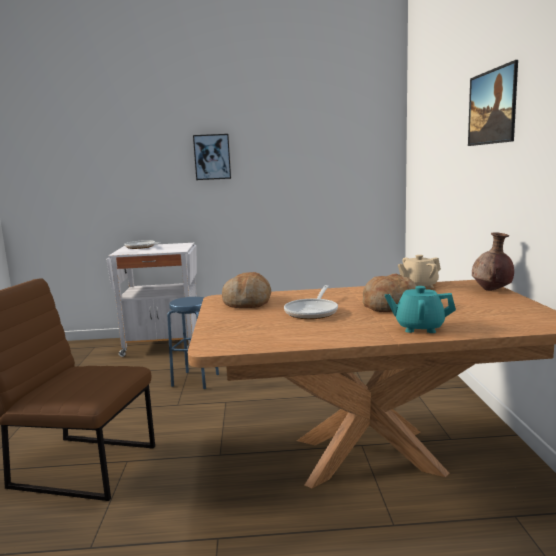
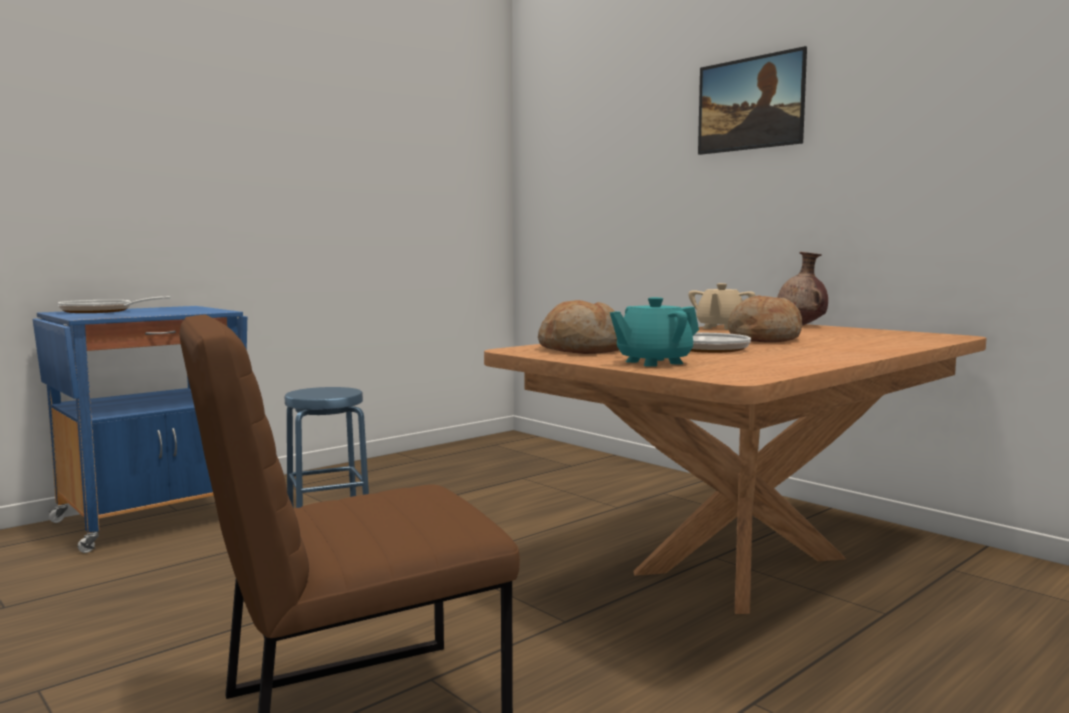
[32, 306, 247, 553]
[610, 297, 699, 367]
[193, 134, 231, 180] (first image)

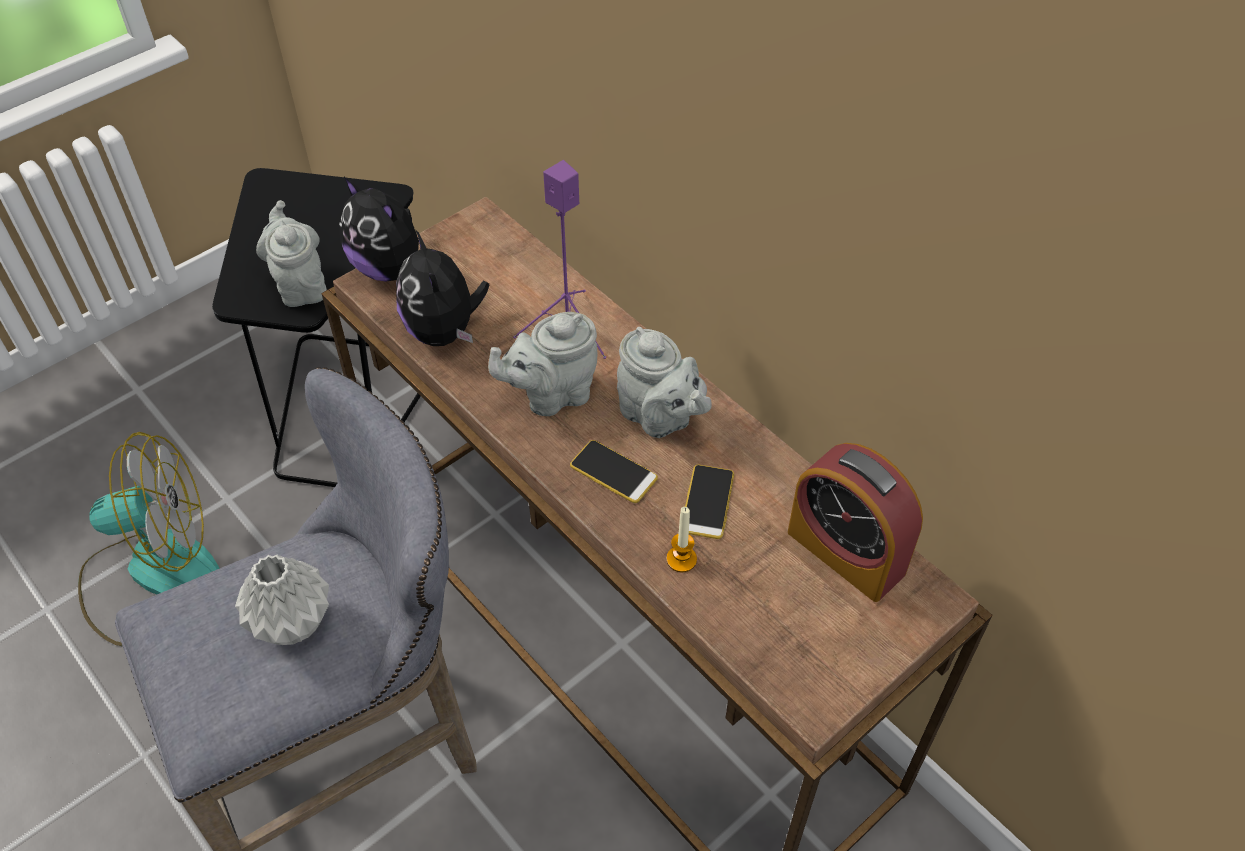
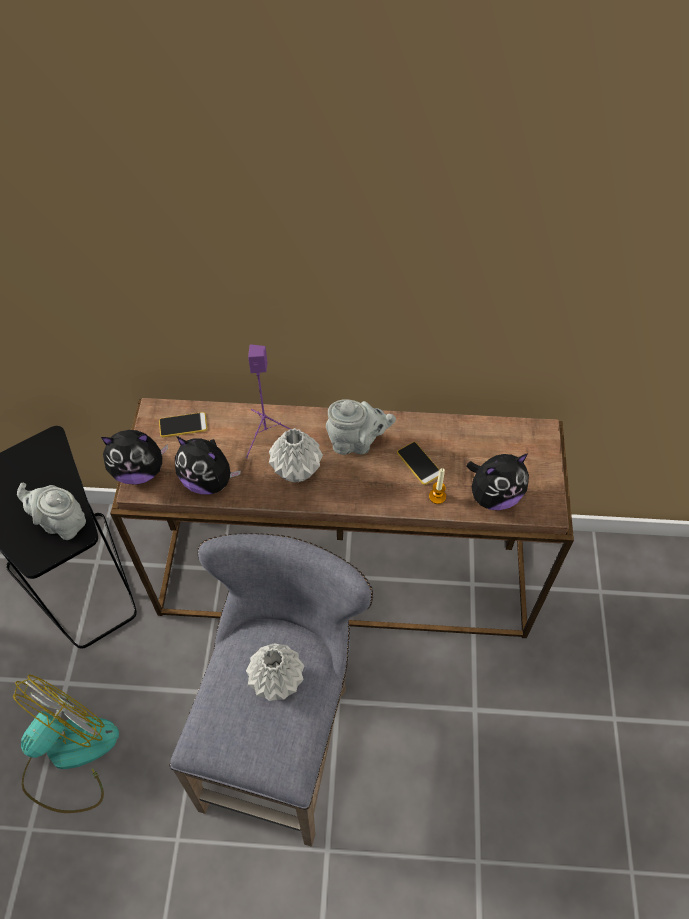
[159, 412, 207, 437]
[269, 428, 323, 483]
[467, 453, 529, 510]
[788, 443, 923, 602] (first image)

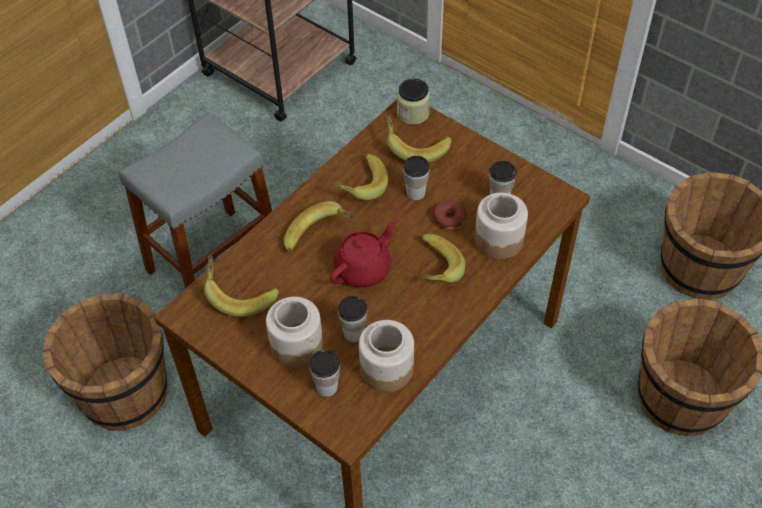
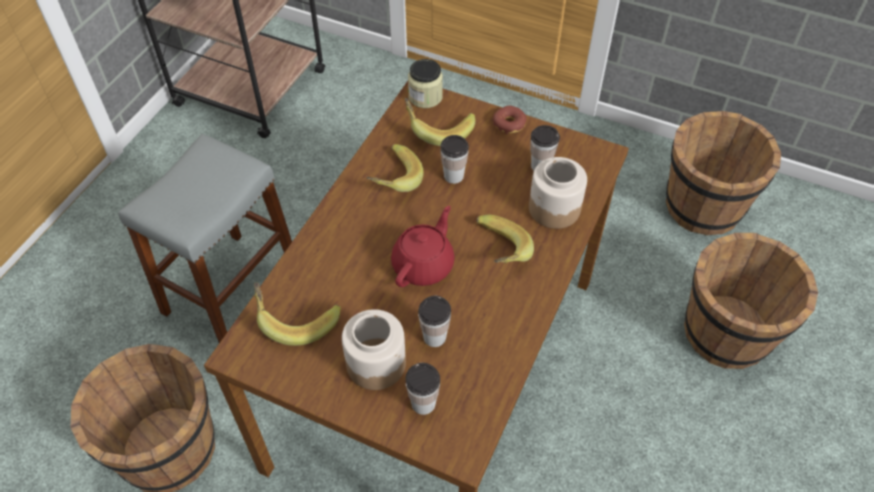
[493, 106, 526, 134]
[284, 201, 354, 252] (first image)
[359, 320, 414, 392] (first image)

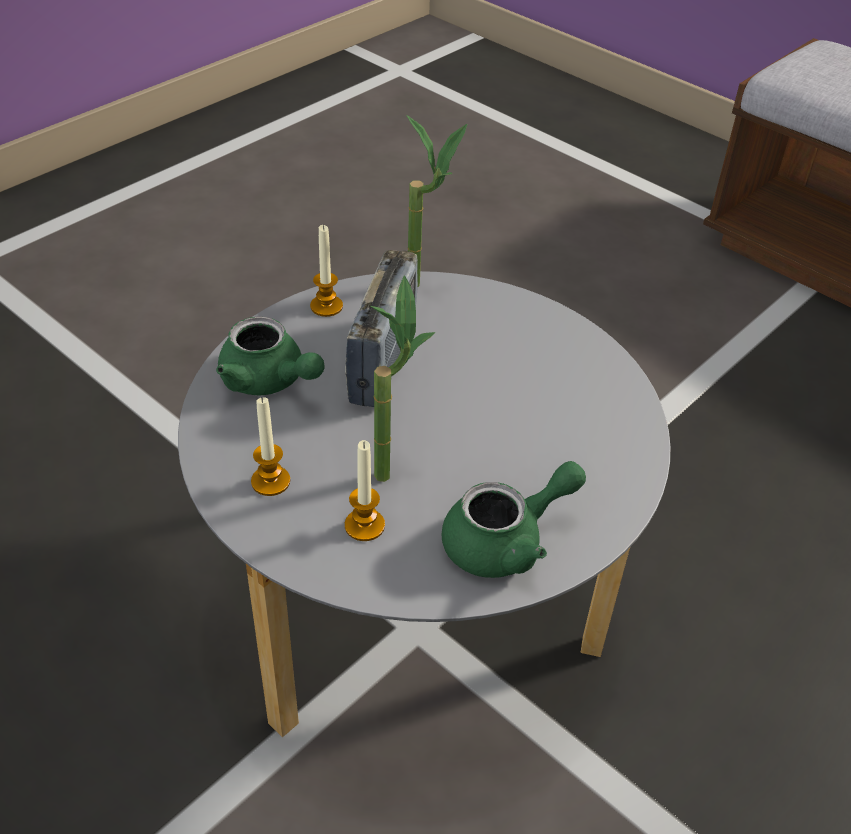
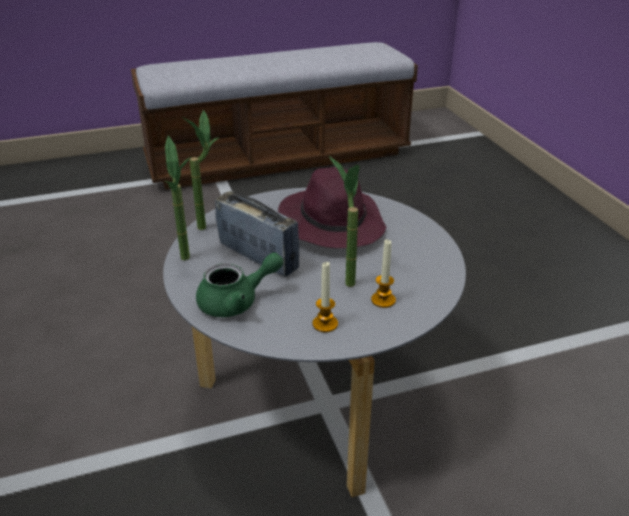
[165, 135, 192, 260]
[278, 167, 386, 248]
[442, 461, 586, 578] (first image)

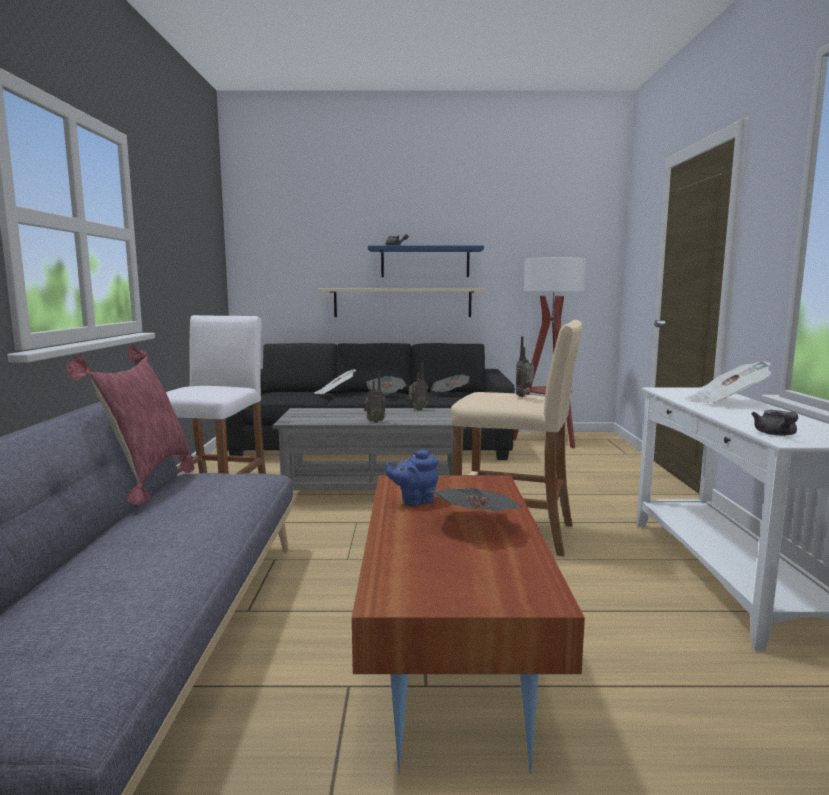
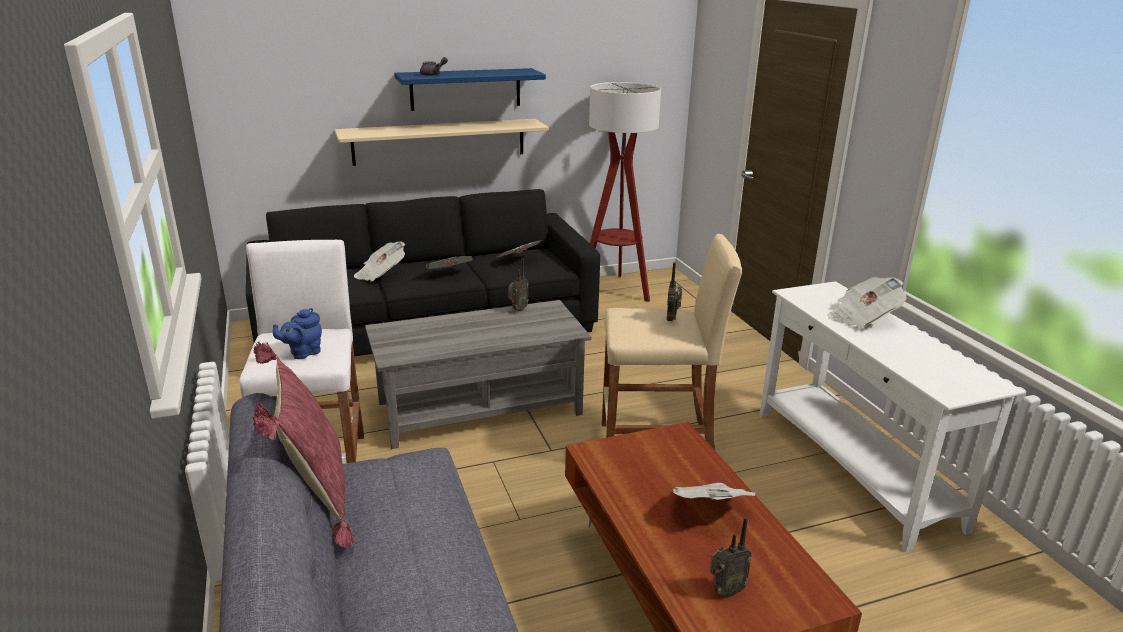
[273, 308, 322, 359]
[710, 516, 752, 597]
[751, 410, 798, 436] (first image)

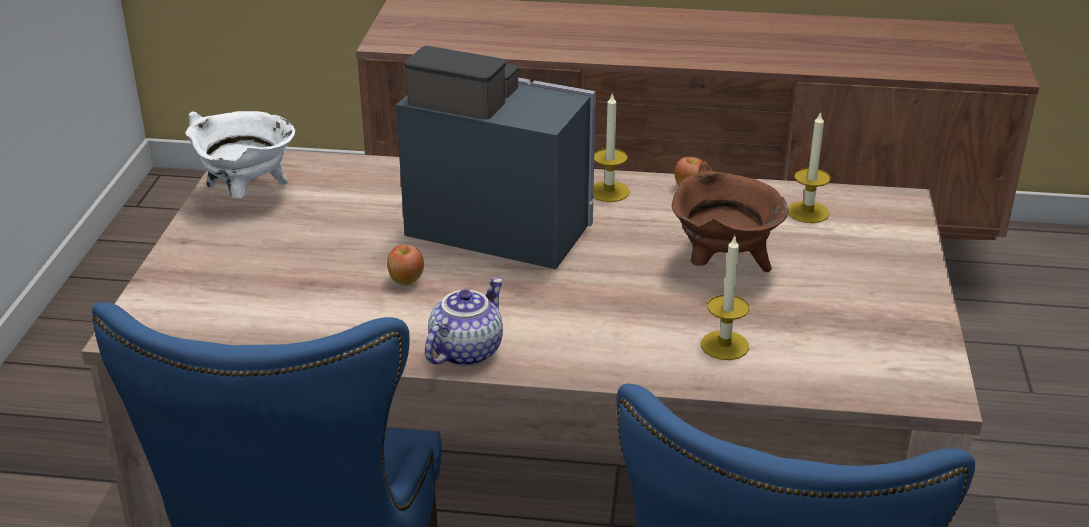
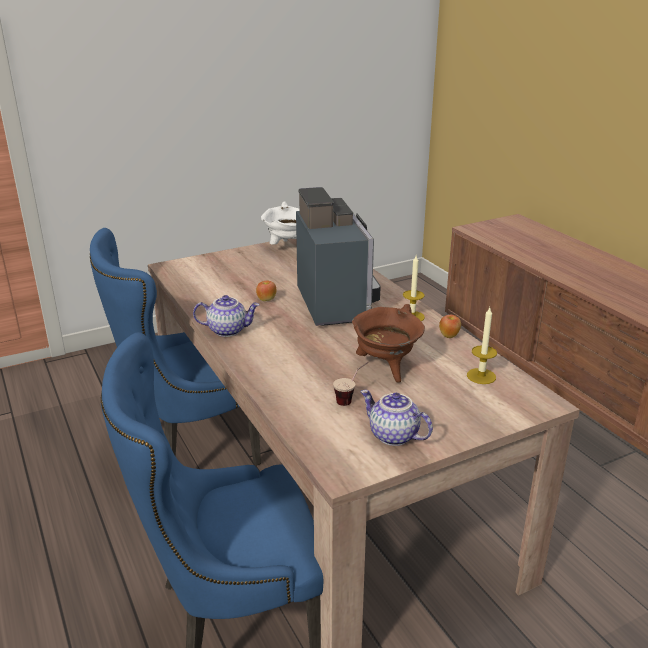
[333, 362, 368, 406]
[360, 390, 433, 446]
[701, 234, 749, 360] (first image)

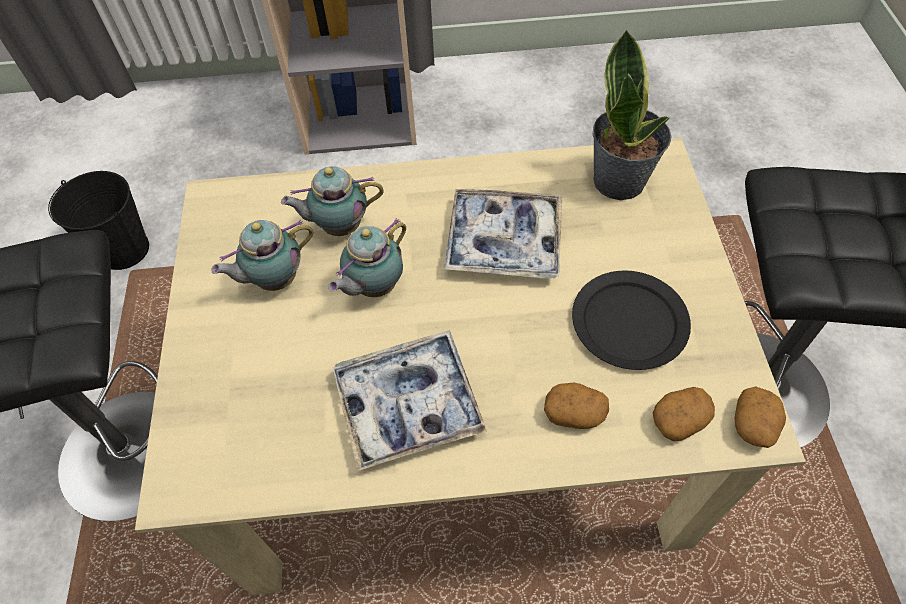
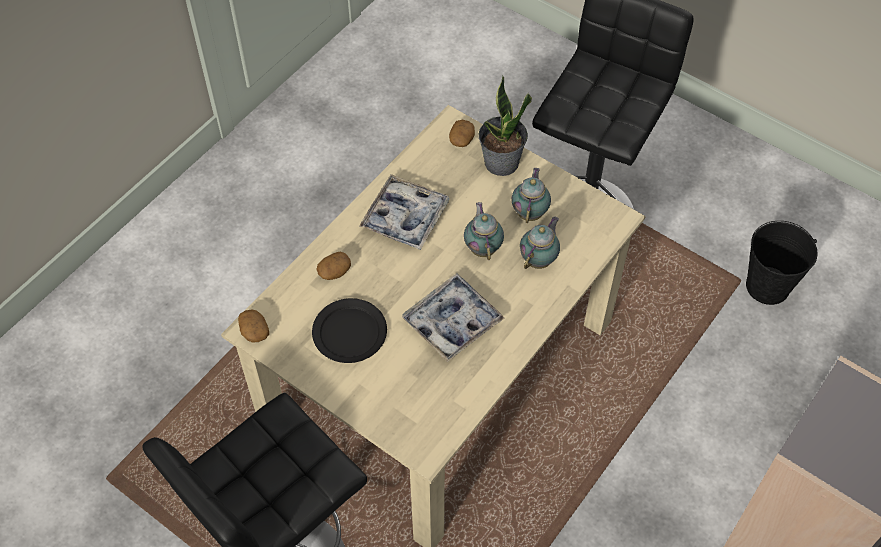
[449, 120, 475, 147]
[479, 76, 532, 176]

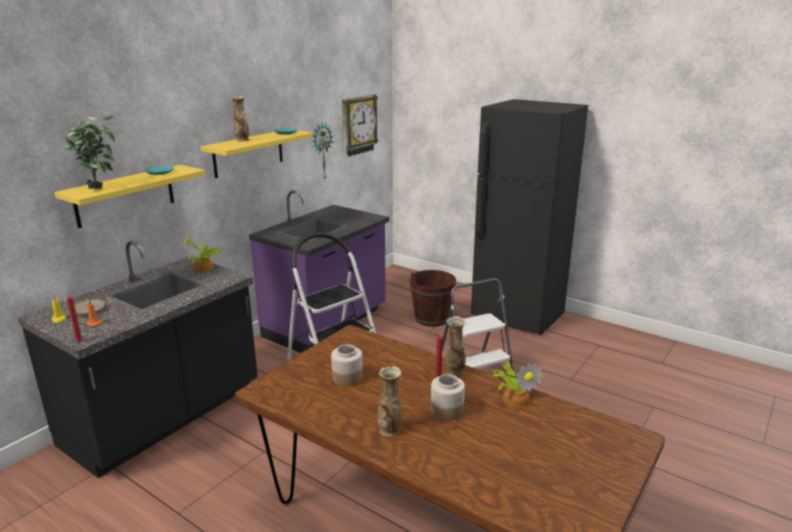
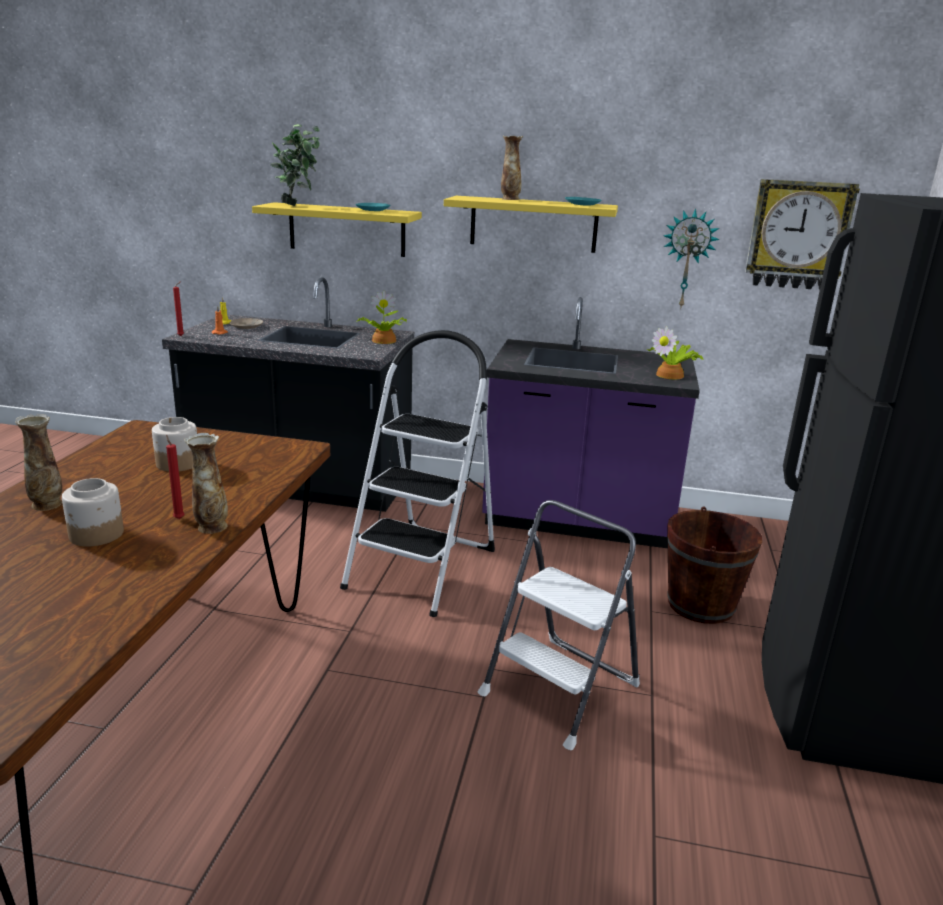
[647, 326, 704, 379]

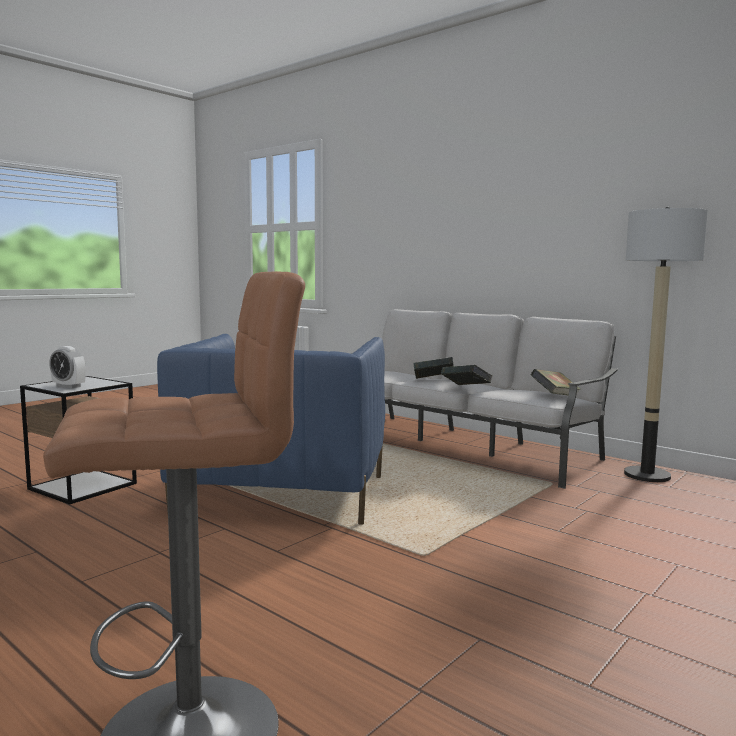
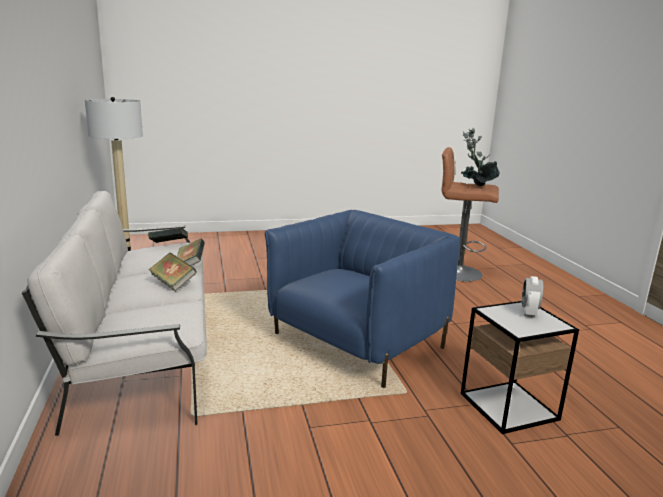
[461, 128, 500, 186]
[522, 276, 543, 318]

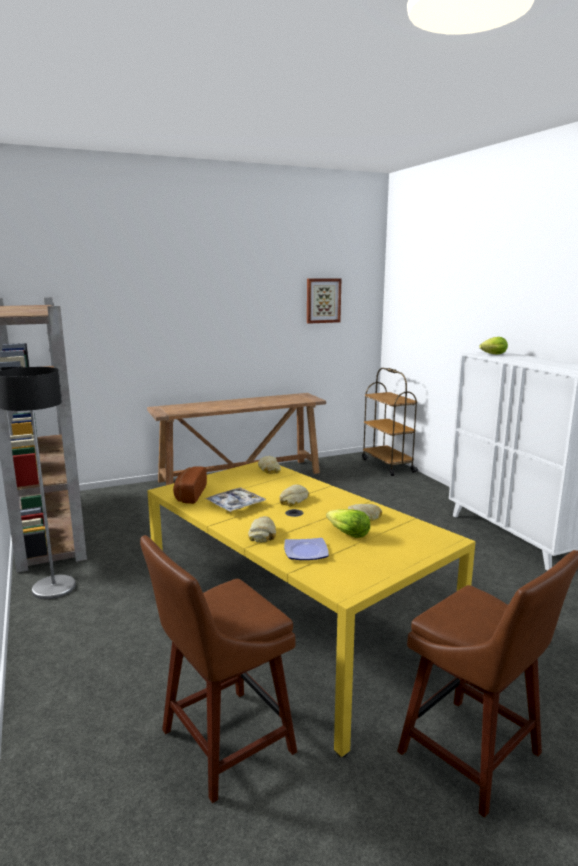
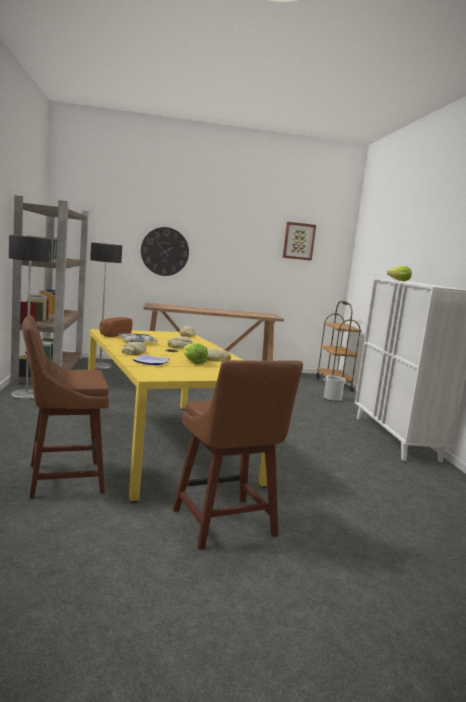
[90, 242, 122, 369]
[141, 227, 189, 276]
[324, 376, 347, 401]

